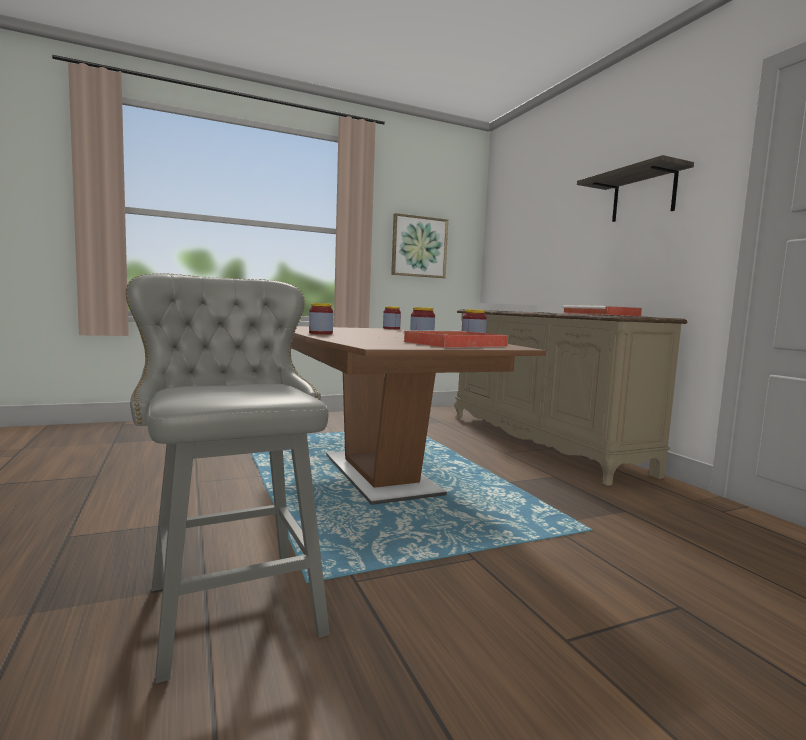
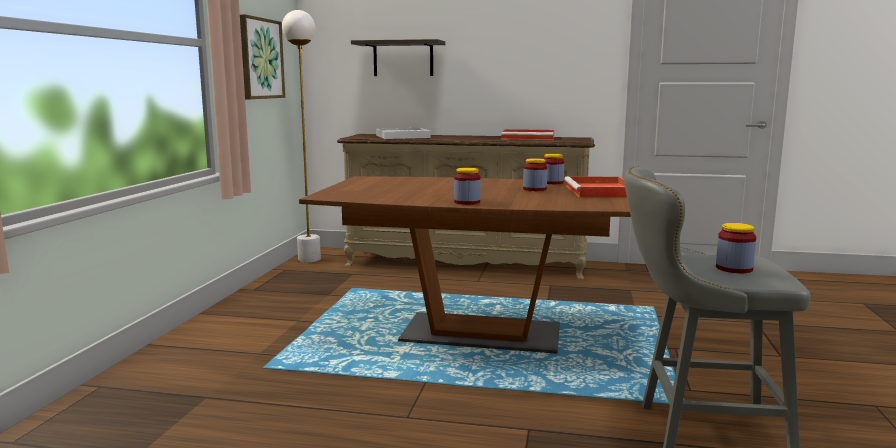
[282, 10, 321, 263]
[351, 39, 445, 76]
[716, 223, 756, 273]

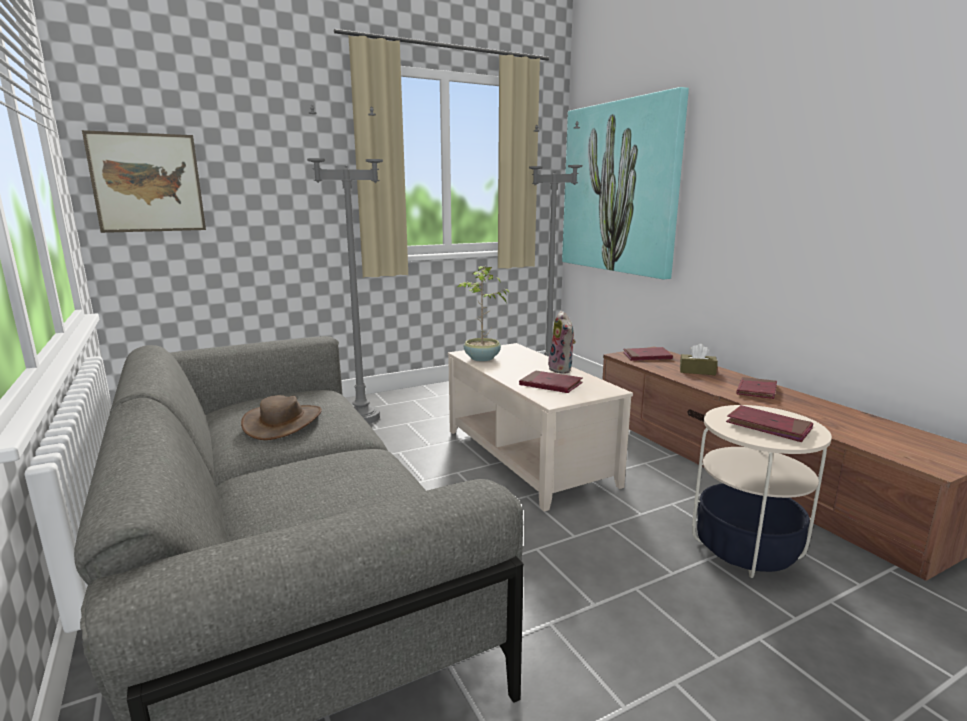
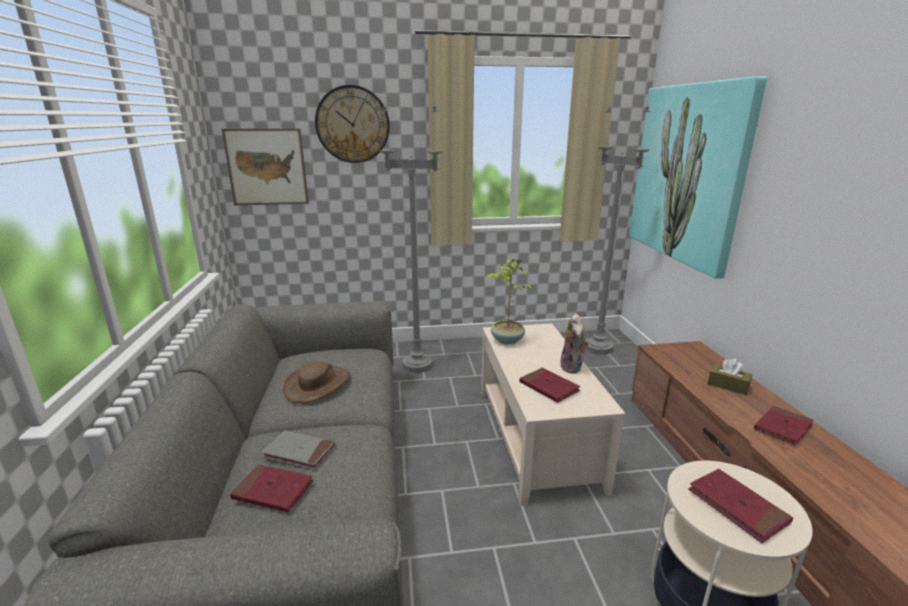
[230, 465, 314, 512]
[261, 430, 335, 470]
[315, 85, 390, 163]

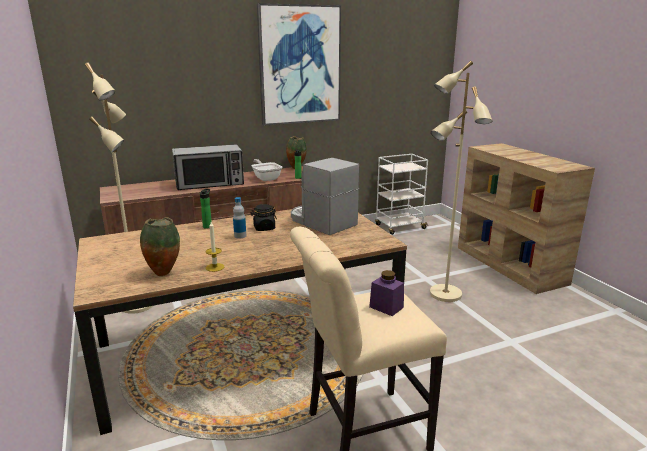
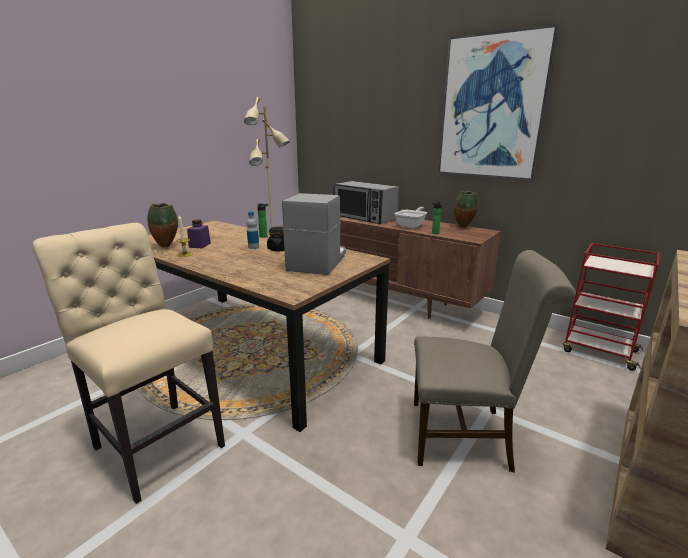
[187, 219, 211, 248]
[414, 250, 576, 473]
[563, 243, 660, 371]

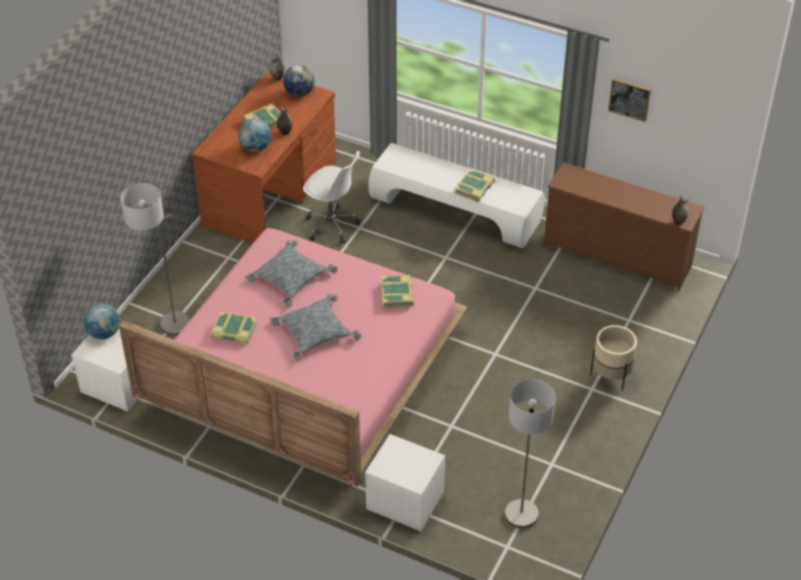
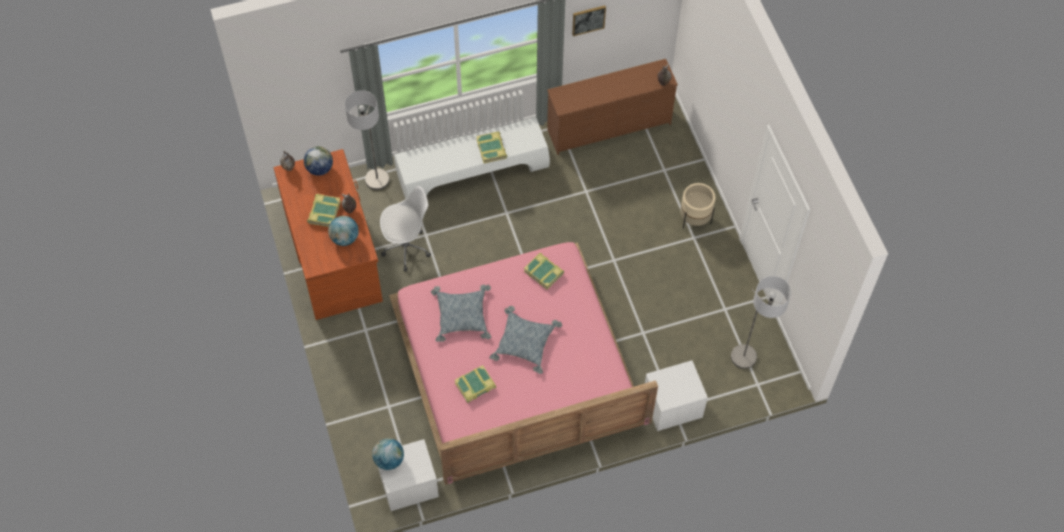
[345, 90, 390, 190]

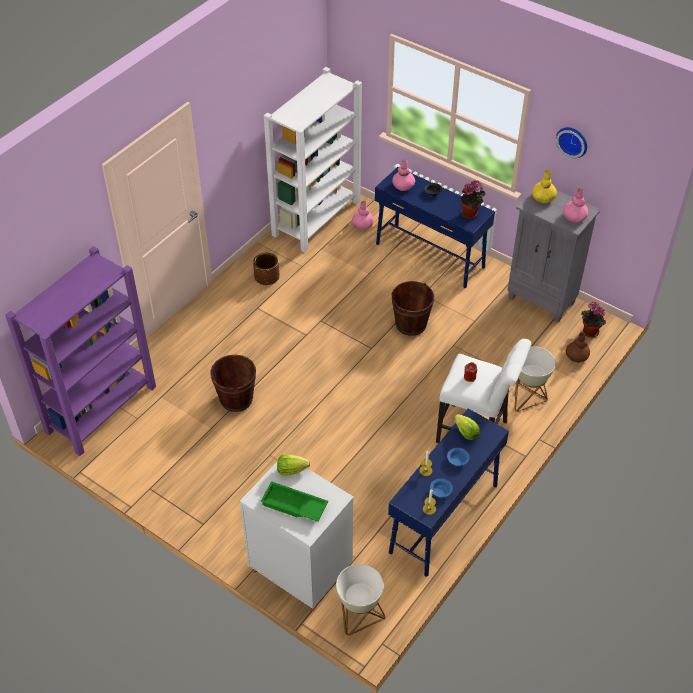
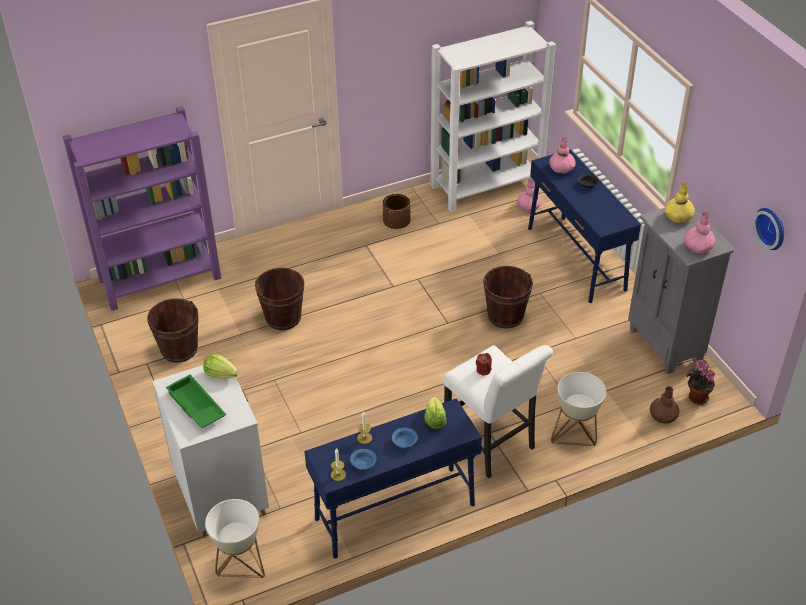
[147, 298, 199, 363]
[753, 208, 784, 250]
[461, 180, 486, 219] (first image)

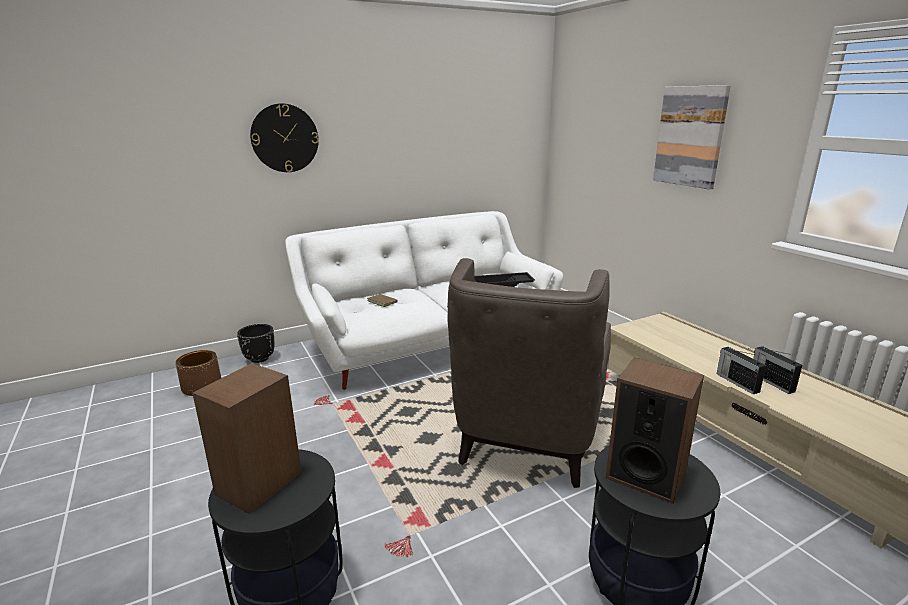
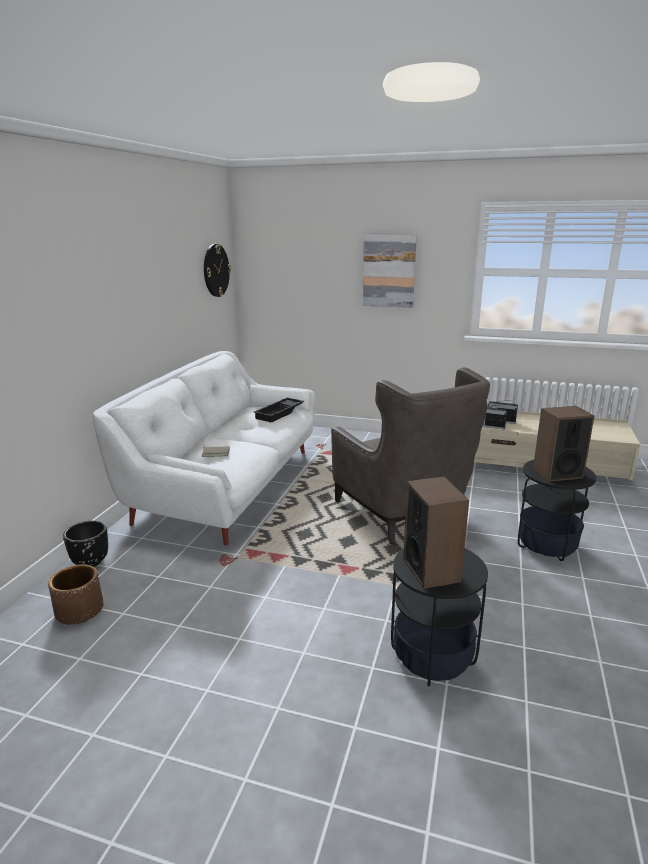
[204, 244, 231, 297]

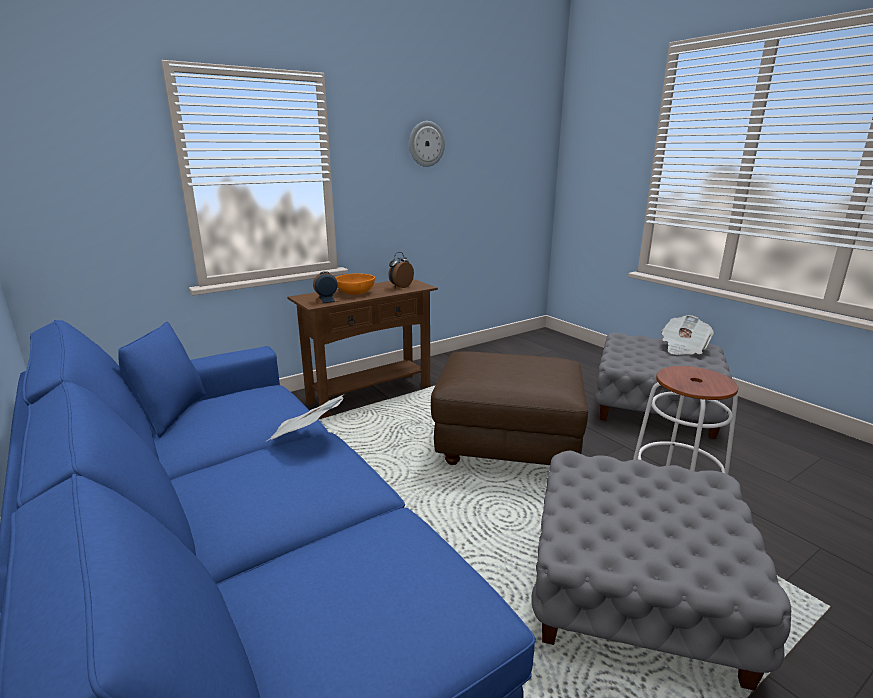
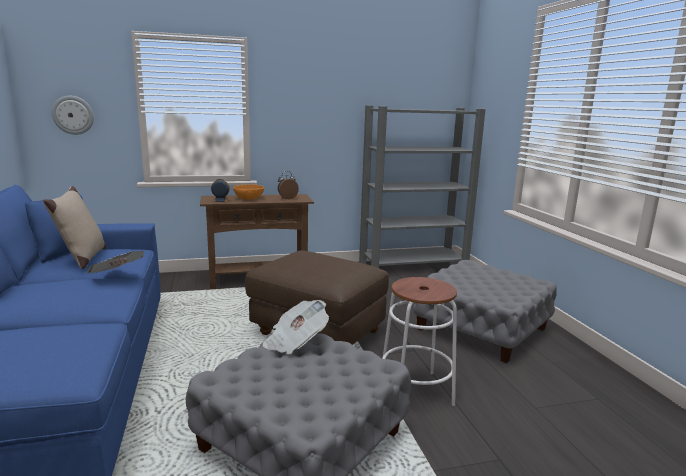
[43, 186, 106, 269]
[52, 96, 94, 135]
[263, 300, 329, 354]
[359, 105, 485, 268]

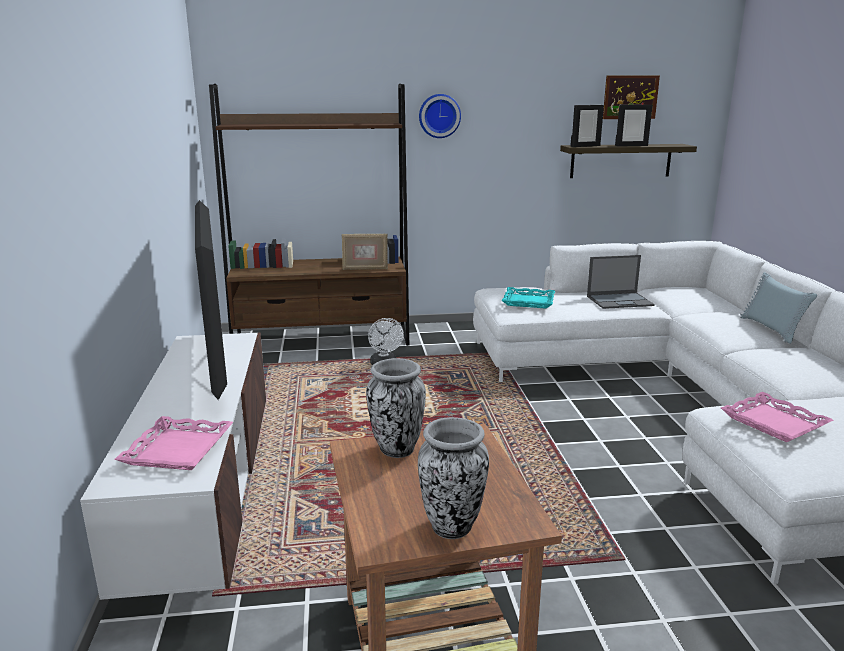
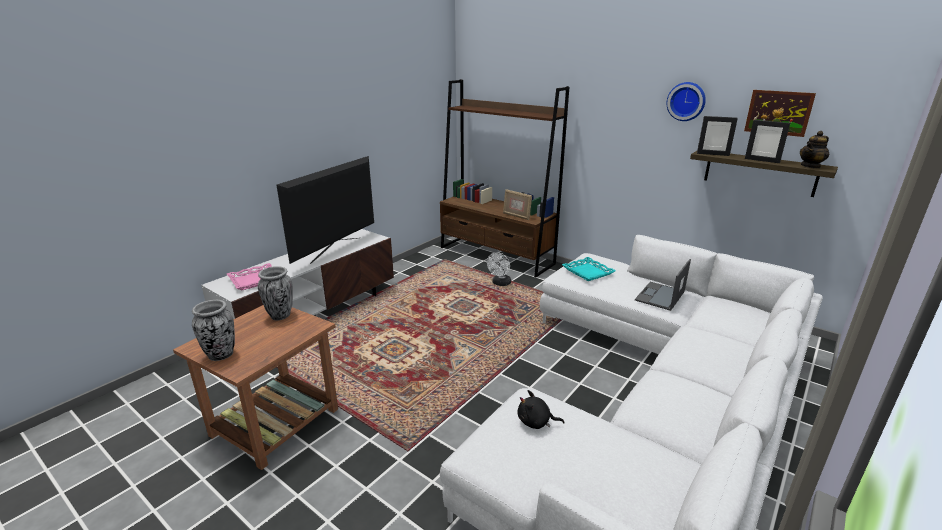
[518, 390, 565, 429]
[635, 259, 691, 311]
[666, 82, 706, 121]
[800, 131, 829, 169]
[740, 272, 817, 344] (first image)

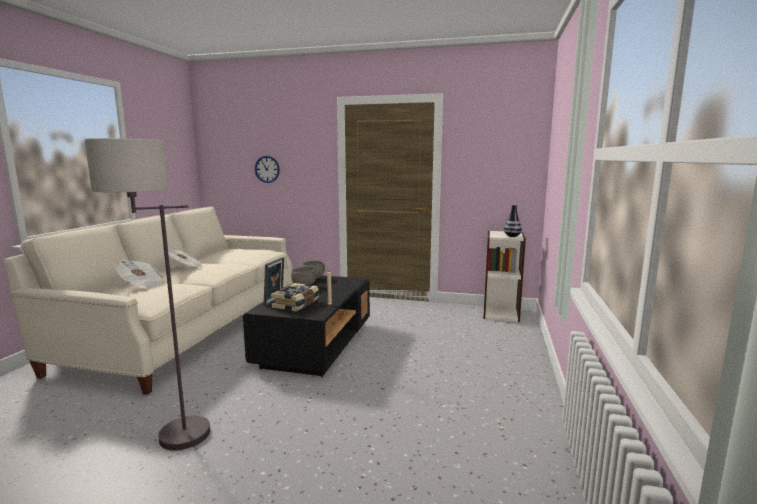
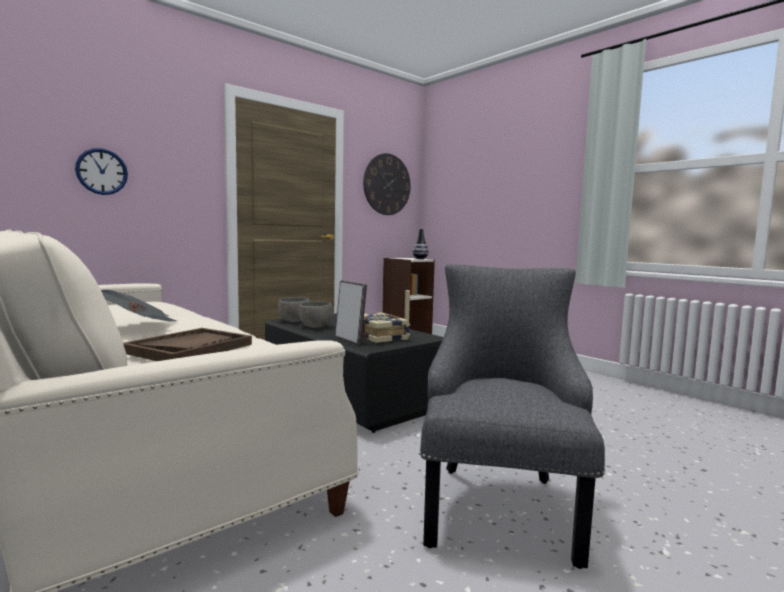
[123, 328, 252, 361]
[363, 153, 411, 215]
[419, 264, 605, 569]

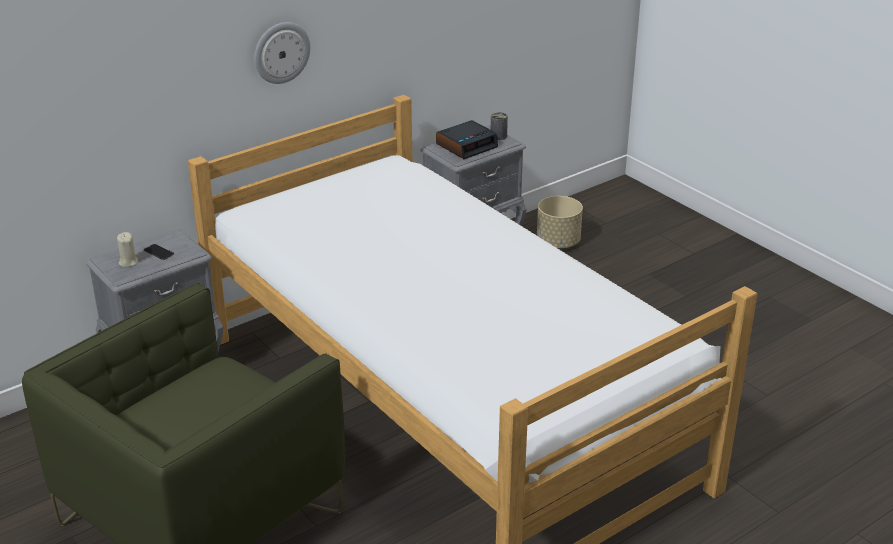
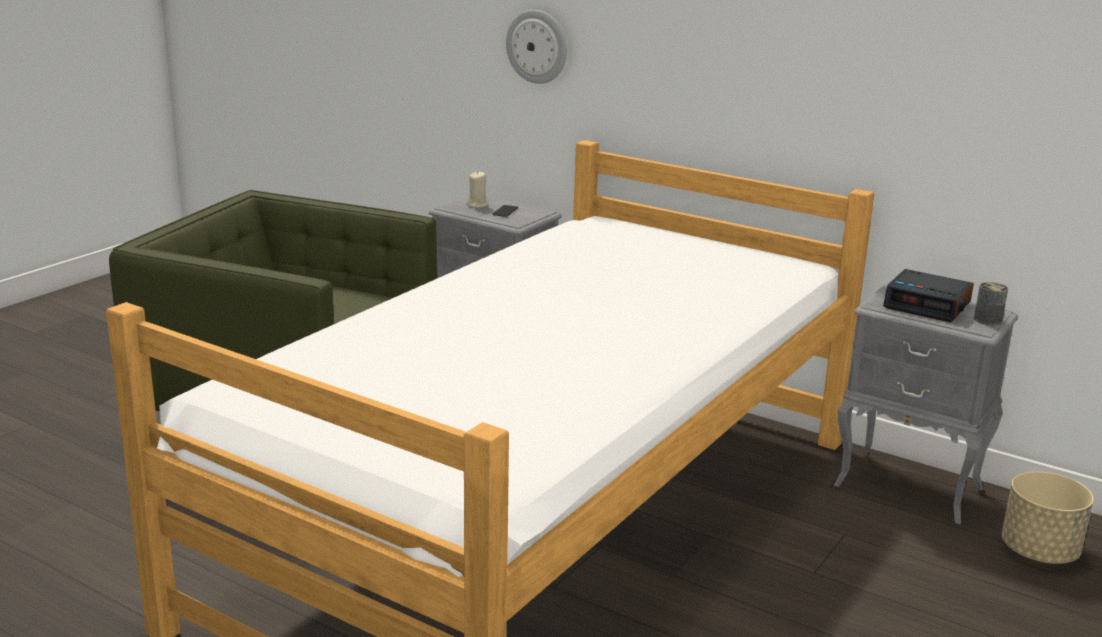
[506, 10, 567, 84]

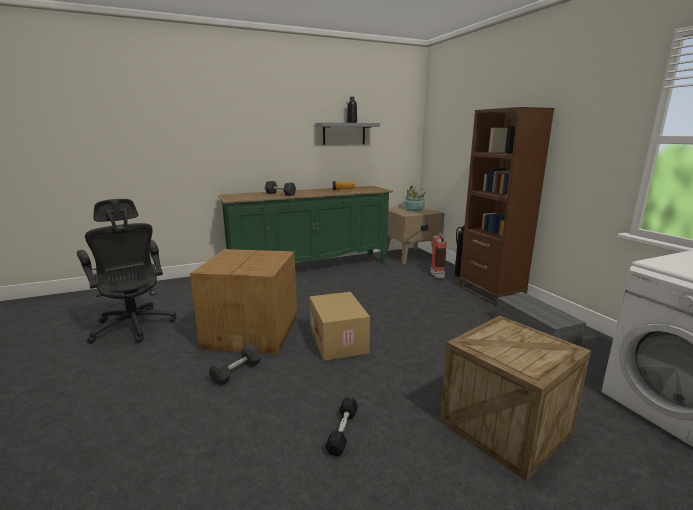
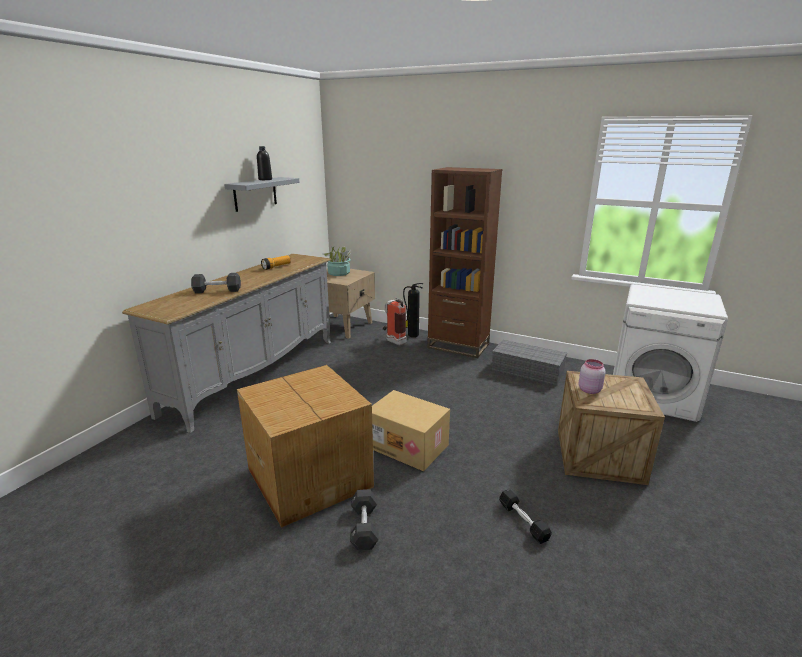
[122, 254, 331, 433]
[578, 359, 605, 394]
[77, 199, 177, 344] (first image)

